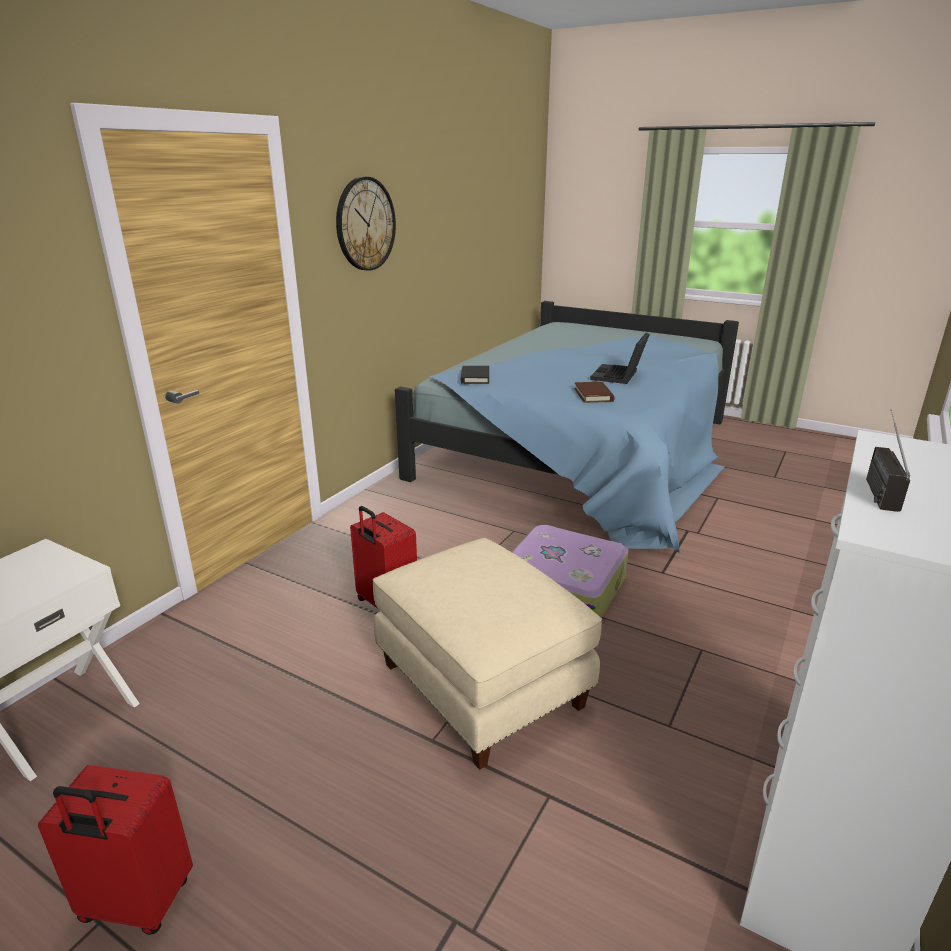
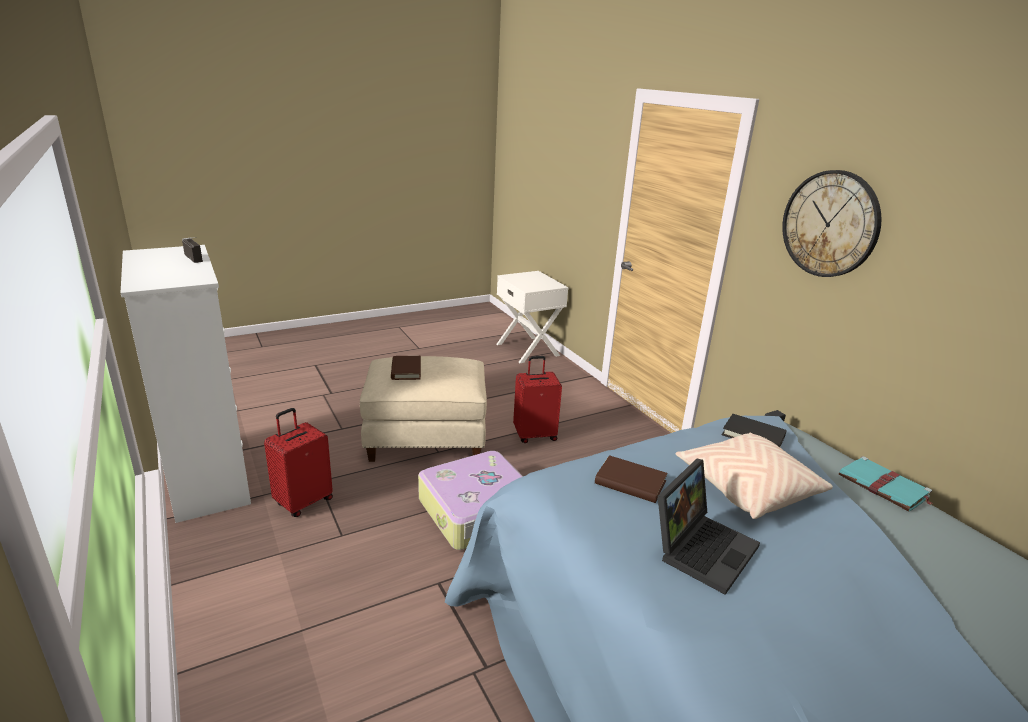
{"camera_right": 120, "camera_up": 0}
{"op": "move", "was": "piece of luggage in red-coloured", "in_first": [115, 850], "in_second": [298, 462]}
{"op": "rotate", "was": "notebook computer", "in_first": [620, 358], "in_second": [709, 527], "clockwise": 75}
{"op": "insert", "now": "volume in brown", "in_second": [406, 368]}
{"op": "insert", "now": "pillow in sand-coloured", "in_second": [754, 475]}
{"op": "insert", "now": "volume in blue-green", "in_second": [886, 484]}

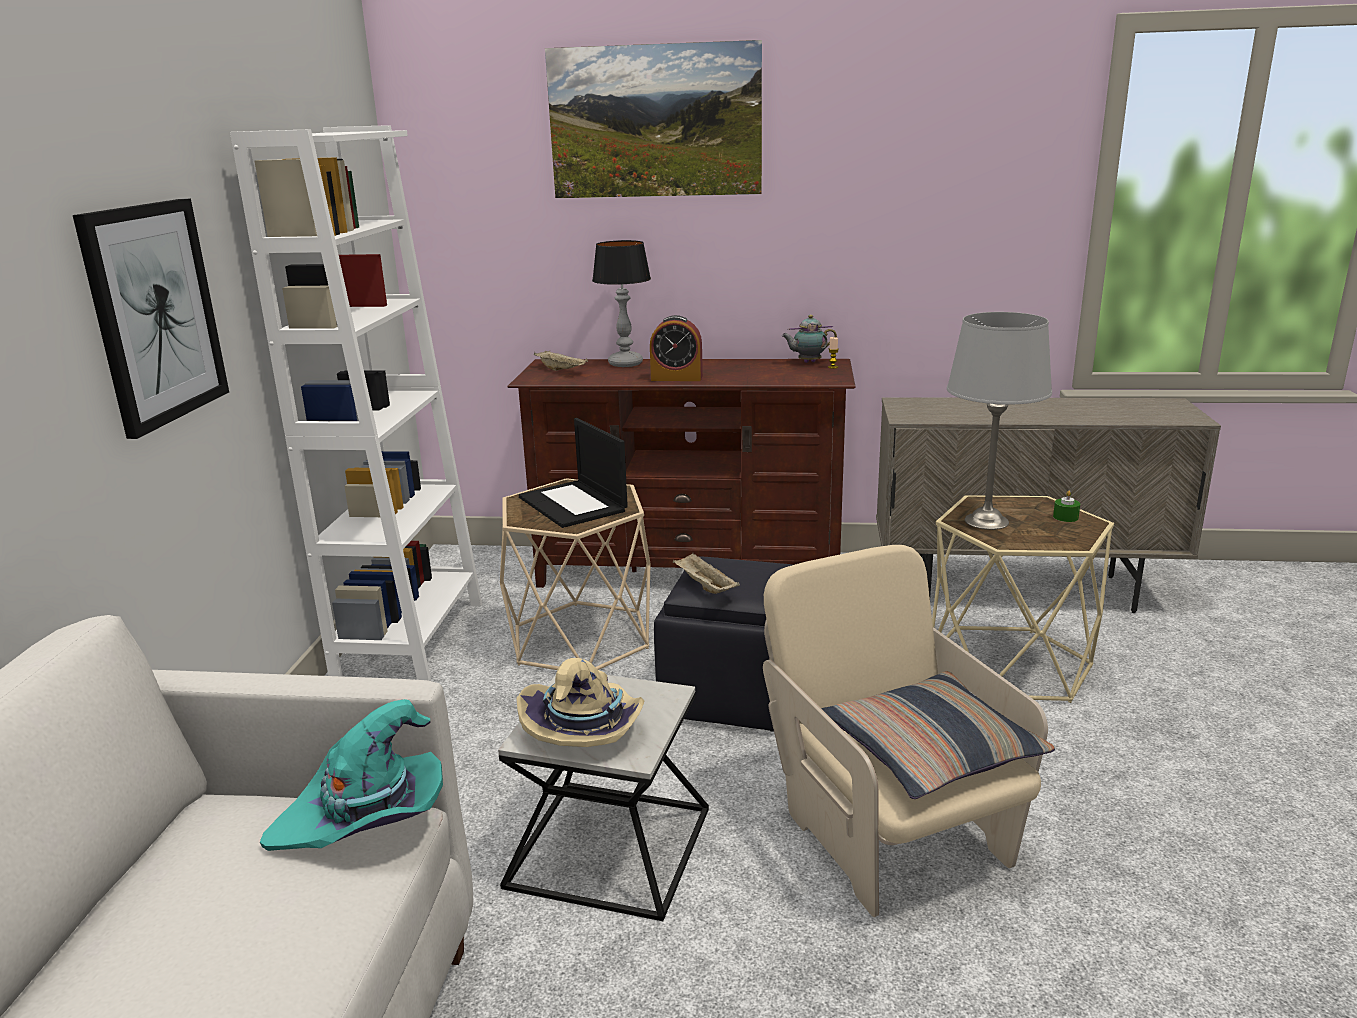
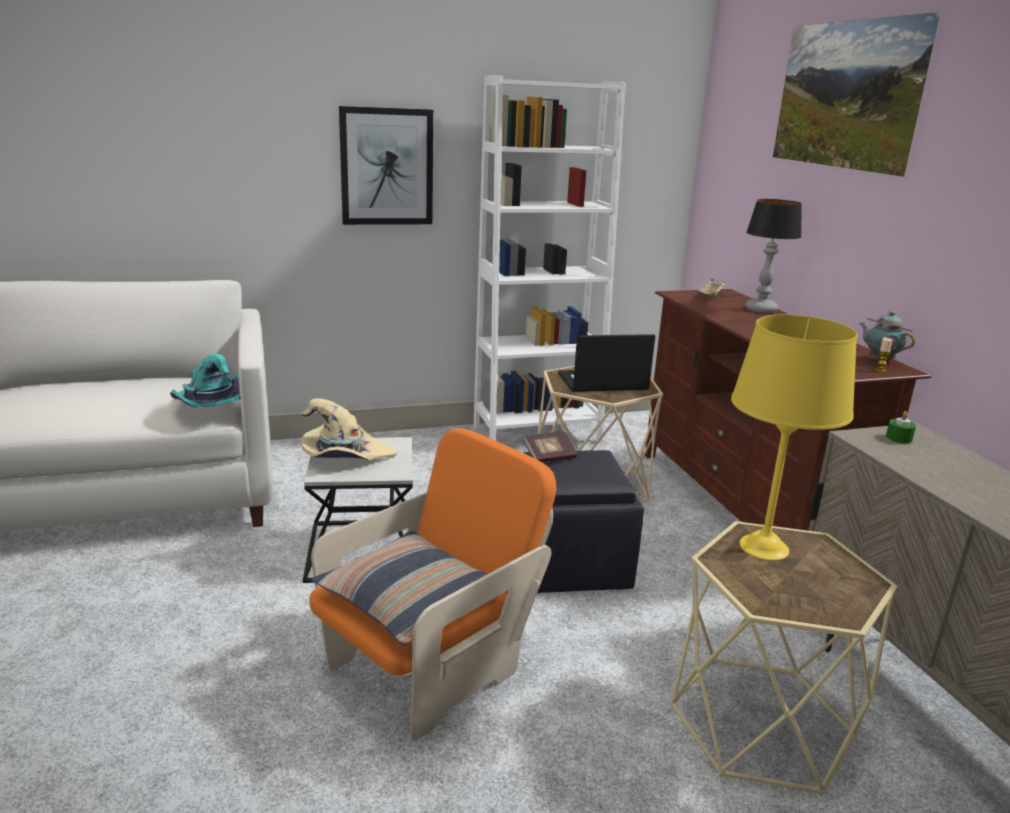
{"camera_right": 65, "camera_up": 0}
{"op": "rotate", "was": "notebook computer", "in_first": [573, 473], "in_second": [606, 363], "clockwise": 45}
{"op": "delete", "was": "alarm clock", "in_first": [676, 348]}
{"op": "replace", "was": "serving tray in sand-coloured", "now": "volume", "in_first": [706, 573], "in_second": [550, 447]}
{"op": "recolor", "was": "easy chair in sand-coloured", "now": "easy chair in orange-coloured", "in_first": [905, 731], "in_second": [433, 584]}
{"op": "recolor", "was": "tabletop lamp in grey", "now": "tabletop lamp in yellow", "in_first": [999, 421], "in_second": [794, 438]}
{"op": "move", "was": "wax candle in green", "in_first": [1066, 506], "in_second": [901, 427]}

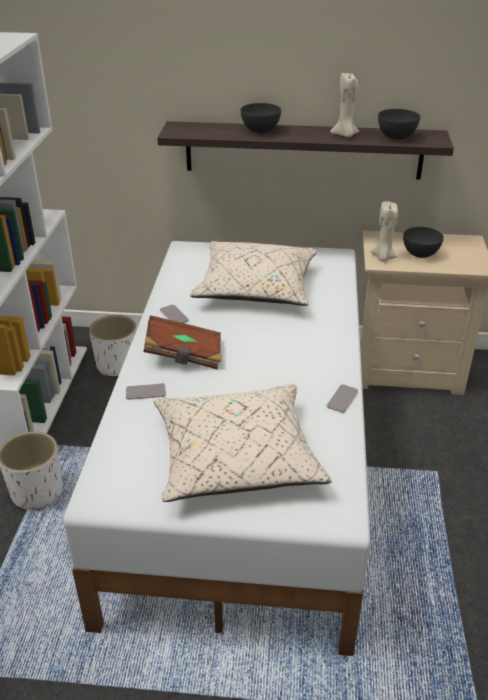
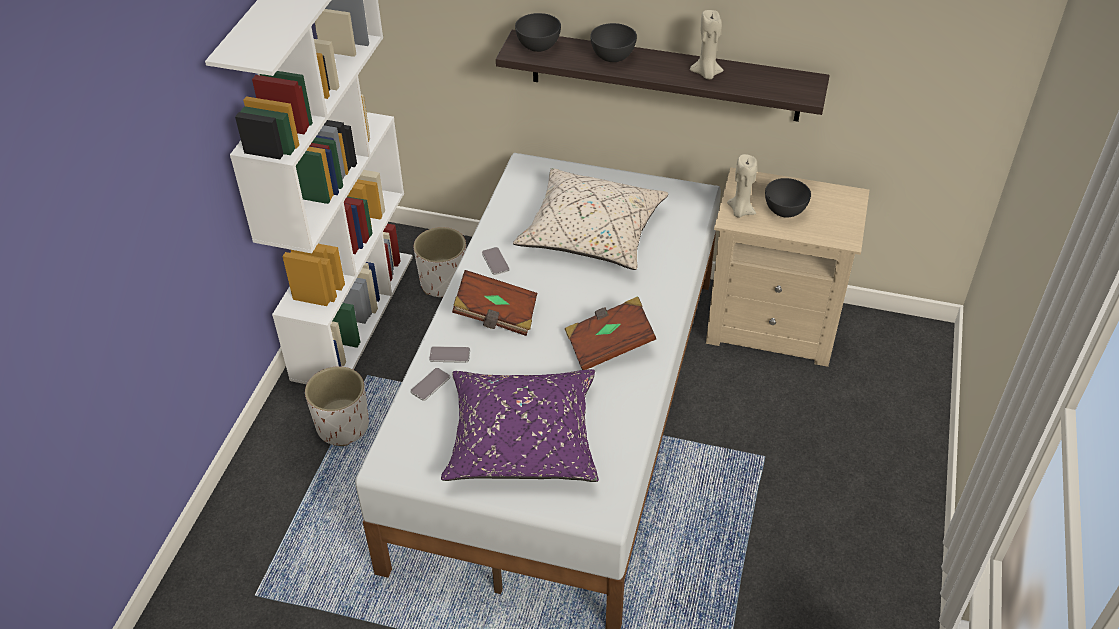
{"camera_right": 10, "camera_up": 10}
{"op": "recolor", "was": "pillow in sand-coloured", "now": "pillow in purplish", "in_first": [243, 443], "in_second": [520, 425]}
{"op": "move", "was": "phone", "in_first": [342, 398], "in_second": [430, 384]}
{"op": "move", "was": "deep dish in grey", "in_first": [399, 124], "in_second": [538, 32]}
{"op": "insert", "now": "volume in brown", "in_second": [610, 333]}

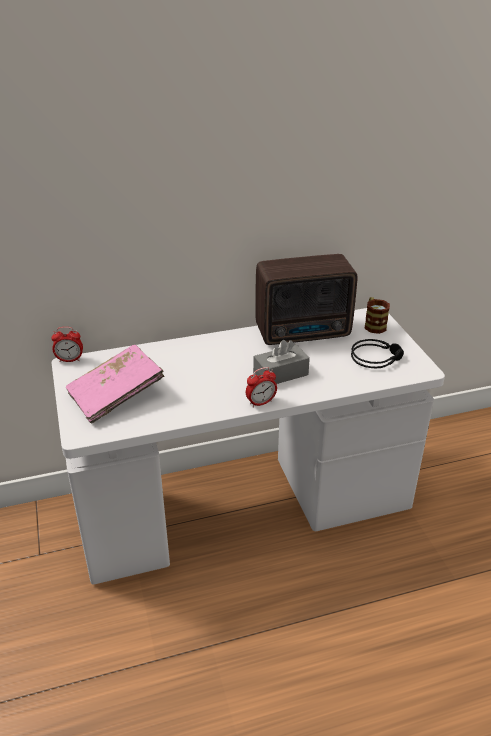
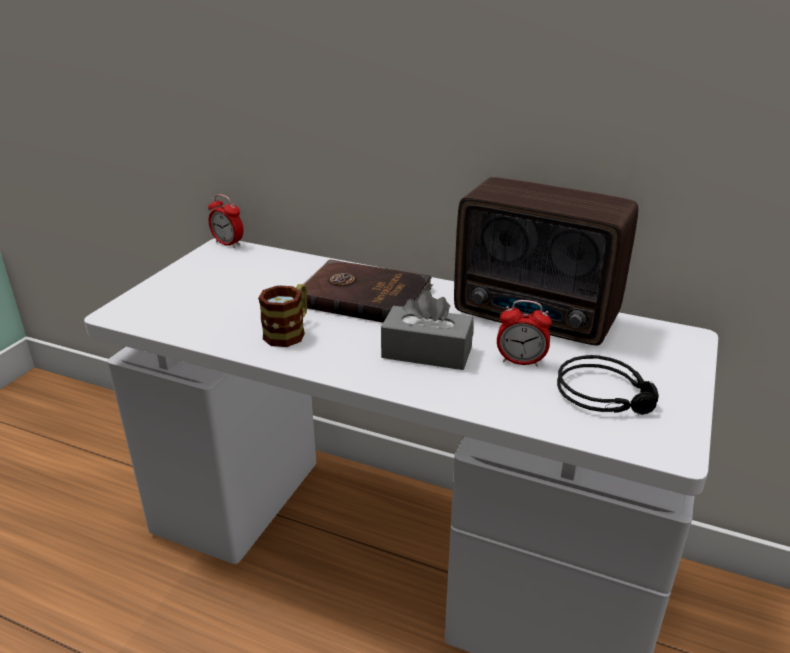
{"camera_right": 40, "camera_up": -5}
{"op": "delete", "was": "volume in pink-coloured", "in_first": [115, 384]}
{"op": "move", "was": "alarm clock", "in_first": [261, 387], "in_second": [524, 333]}
{"op": "move", "was": "tea mug", "in_first": [377, 315], "in_second": [282, 315]}
{"op": "insert", "now": "volume in brown", "in_second": [366, 291]}

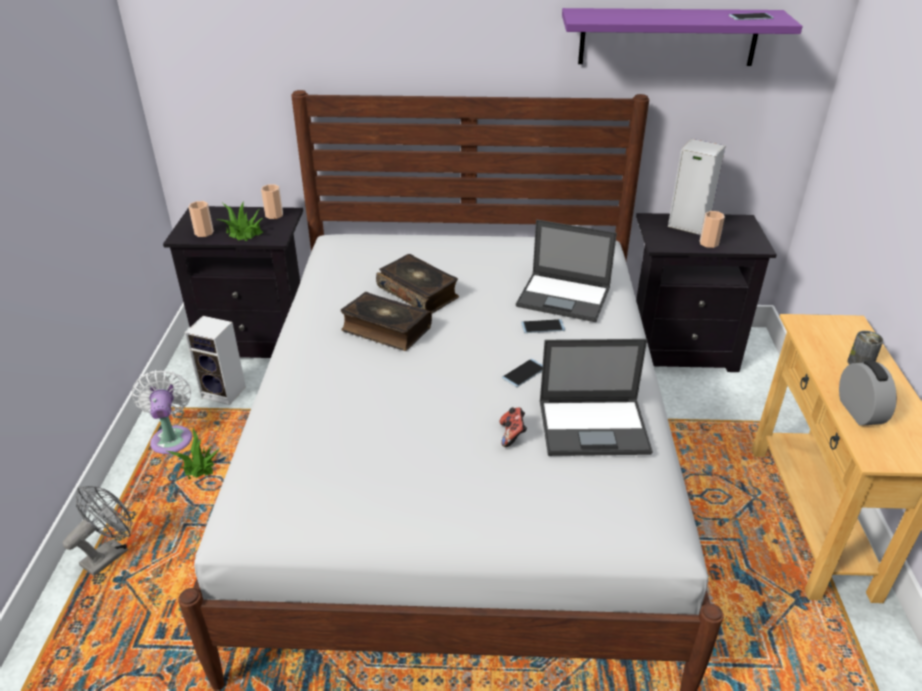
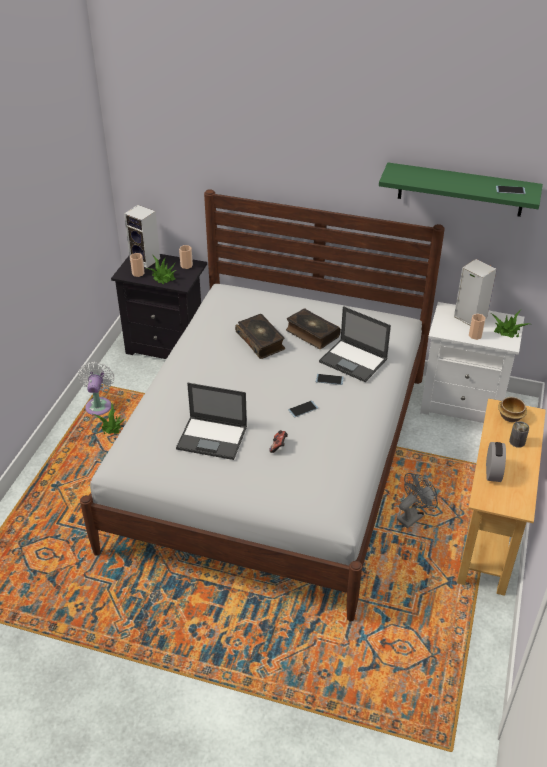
{"camera_right": 15, "camera_up": 5}
{"op": "move", "was": "fan in grey", "in_first": [97, 531], "in_second": [417, 500]}
{"op": "move", "was": "speaker", "in_first": [215, 360], "in_second": [142, 236]}
{"op": "move", "was": "volume", "in_first": [386, 321], "in_second": [313, 328]}
{"op": "move", "was": "notebook computer", "in_first": [596, 397], "in_second": [211, 421]}
{"op": "recolor", "was": "shelf in purplish", "now": "shelf in green", "in_first": [682, 37], "in_second": [461, 190]}
{"op": "recolor", "was": "night table in black-coloured", "now": "night table in white", "in_first": [706, 292], "in_second": [472, 362]}
{"op": "insert", "now": "plant in a pot", "in_second": [510, 324]}
{"op": "insert", "now": "deep dish", "in_second": [512, 409]}

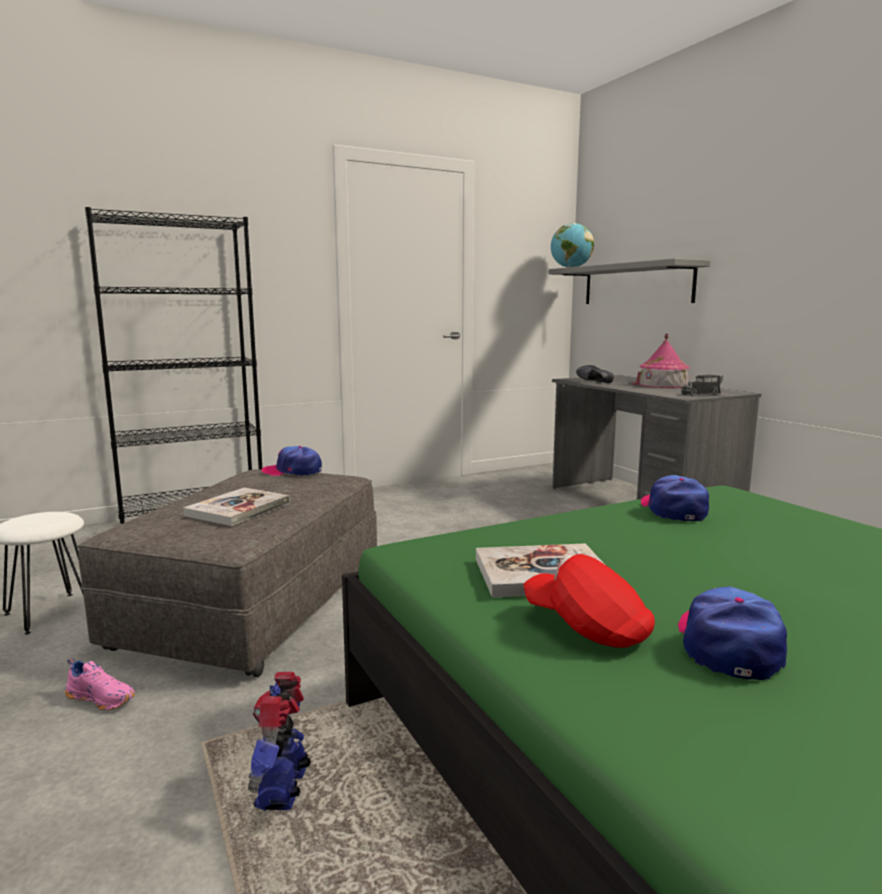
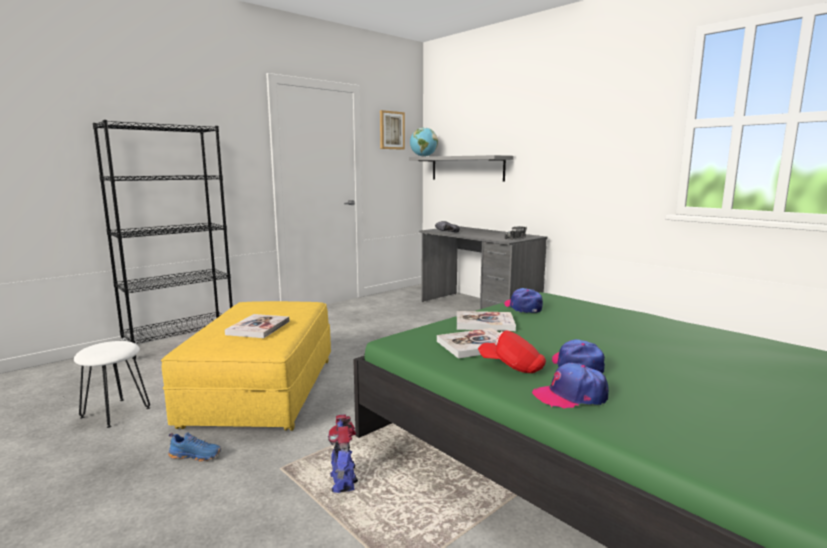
{"camera_right": -15, "camera_up": 0}
{"op": "recolor", "was": "shoe in pink-coloured", "now": "shoe in blue-coloured", "in_first": [100, 684], "in_second": [194, 447]}
{"op": "recolor", "was": "pouffe in grey", "now": "pouffe in yellow", "in_first": [227, 573], "in_second": [246, 366]}
{"op": "move", "was": "baseball cap", "in_first": [292, 461], "in_second": [570, 385]}
{"op": "delete", "was": "model house", "in_first": [661, 361]}
{"op": "insert", "now": "wall art", "in_second": [392, 130]}
{"op": "insert", "now": "volume", "in_second": [486, 321]}

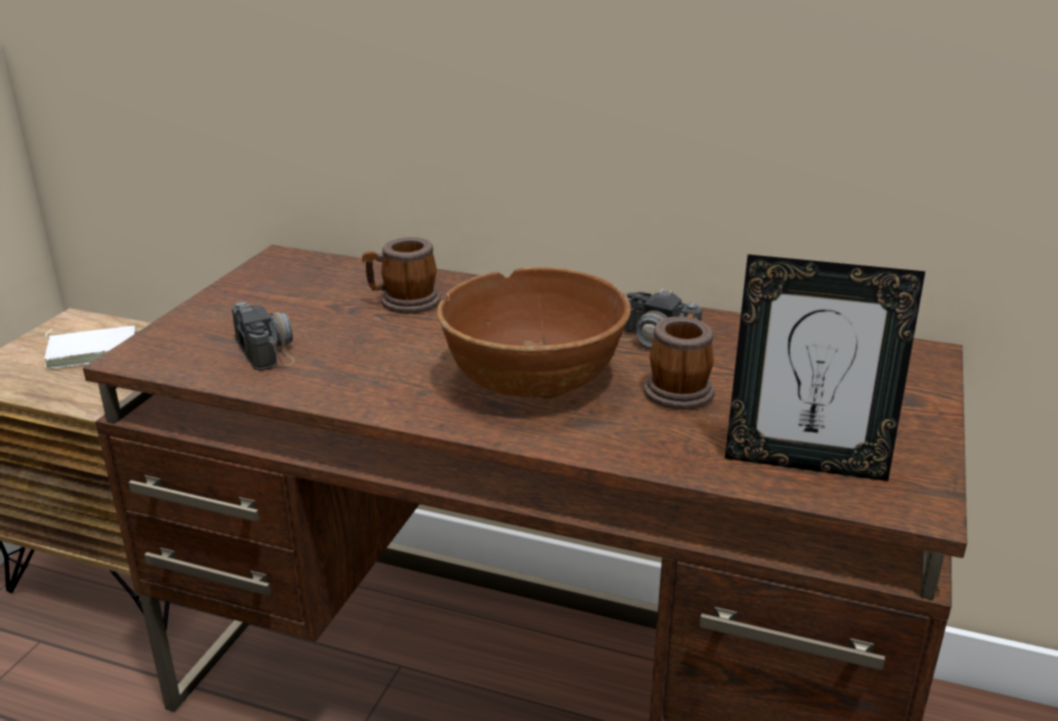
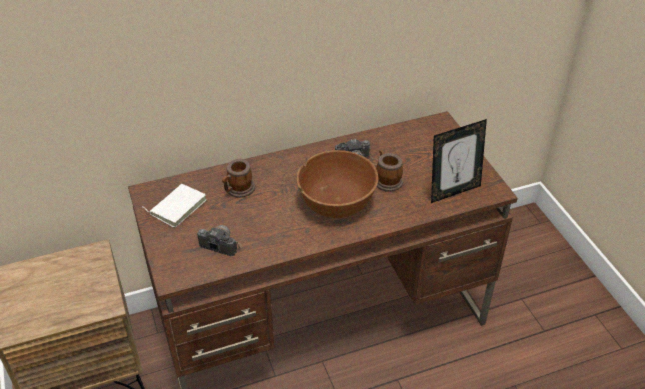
{"camera_right": -40, "camera_up": 15}
{"op": "move", "was": "volume in white", "in_first": [90, 347], "in_second": [175, 206]}

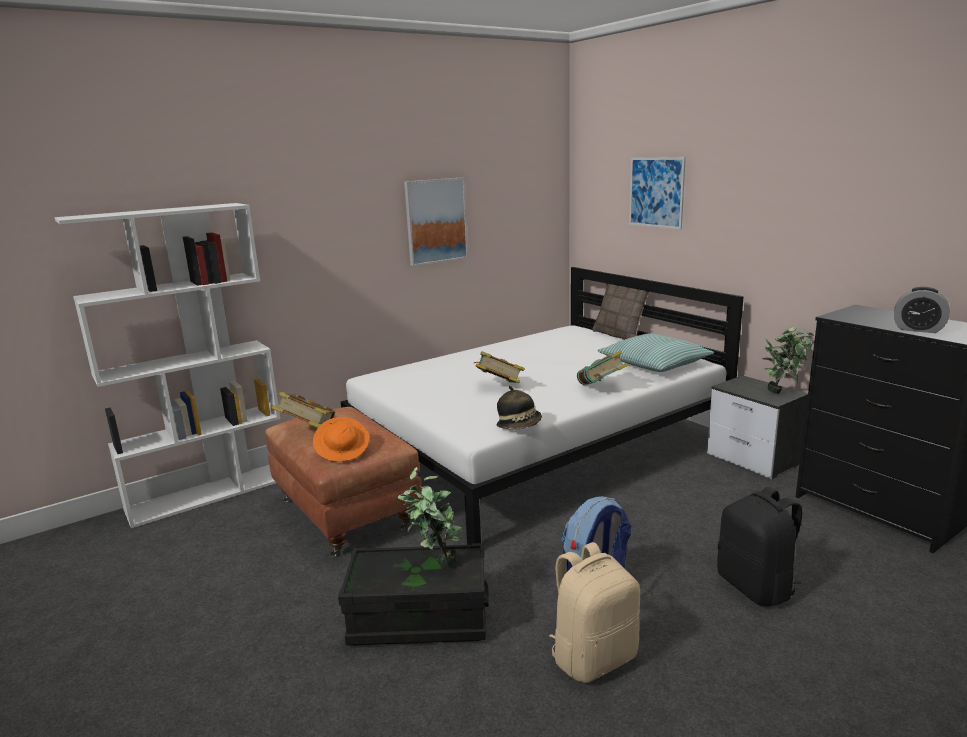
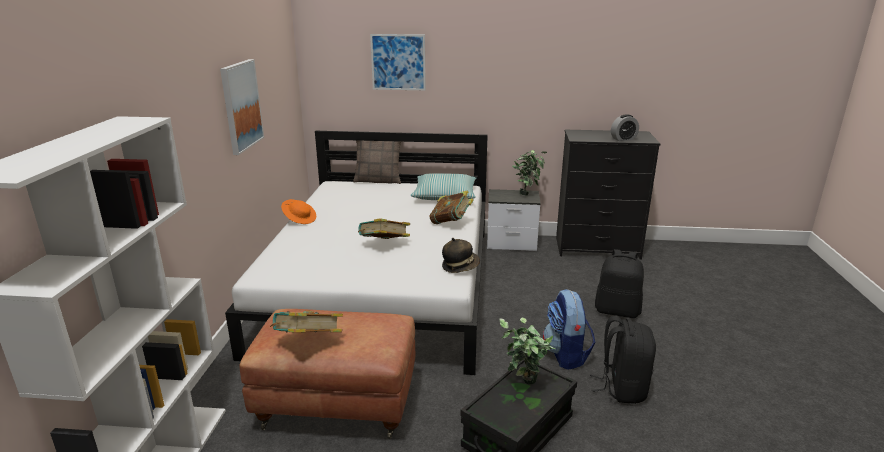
{"camera_right": -50, "camera_up": 5}
{"op": "move", "was": "clothing hat in orange-coloured", "in_first": [341, 439], "in_second": [298, 211]}
{"op": "recolor", "was": "rucksack in sand-coloured", "now": "rucksack in black-coloured", "in_first": [594, 612], "in_second": [623, 360]}

